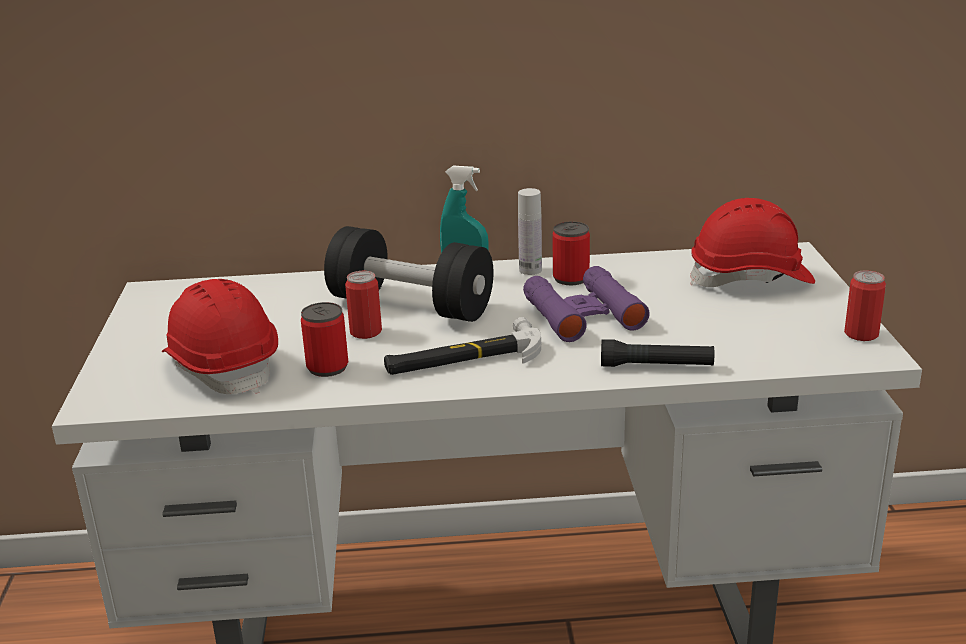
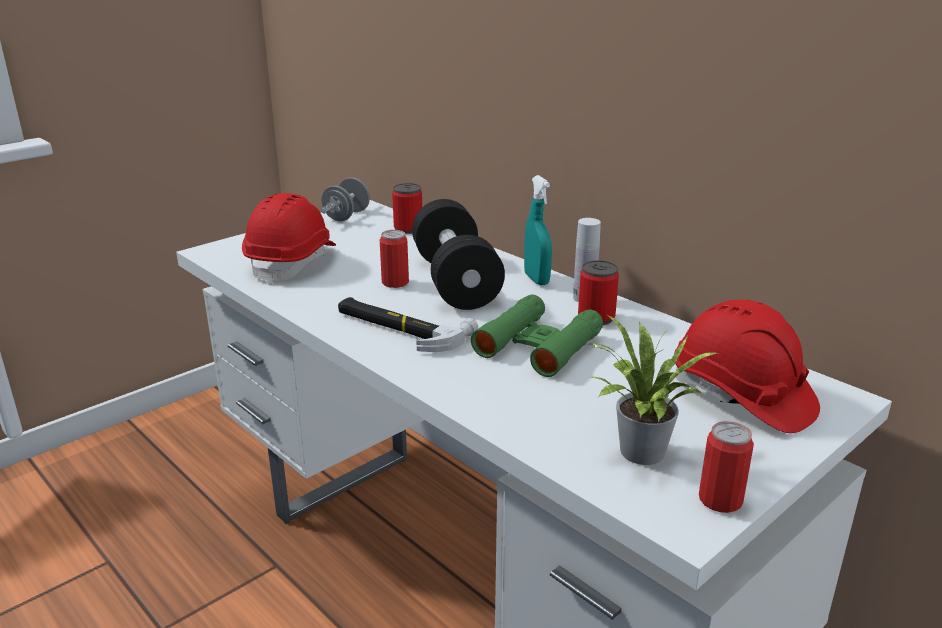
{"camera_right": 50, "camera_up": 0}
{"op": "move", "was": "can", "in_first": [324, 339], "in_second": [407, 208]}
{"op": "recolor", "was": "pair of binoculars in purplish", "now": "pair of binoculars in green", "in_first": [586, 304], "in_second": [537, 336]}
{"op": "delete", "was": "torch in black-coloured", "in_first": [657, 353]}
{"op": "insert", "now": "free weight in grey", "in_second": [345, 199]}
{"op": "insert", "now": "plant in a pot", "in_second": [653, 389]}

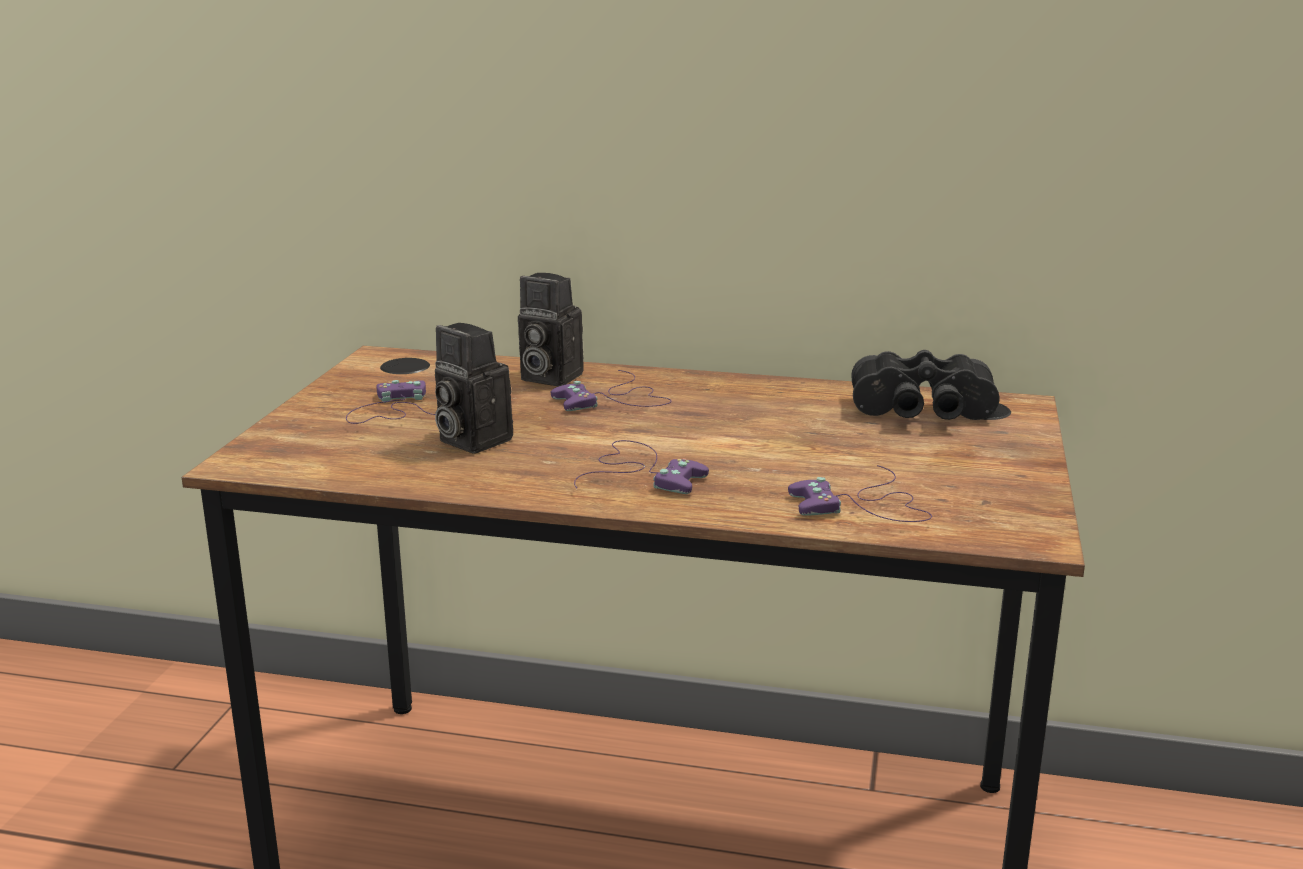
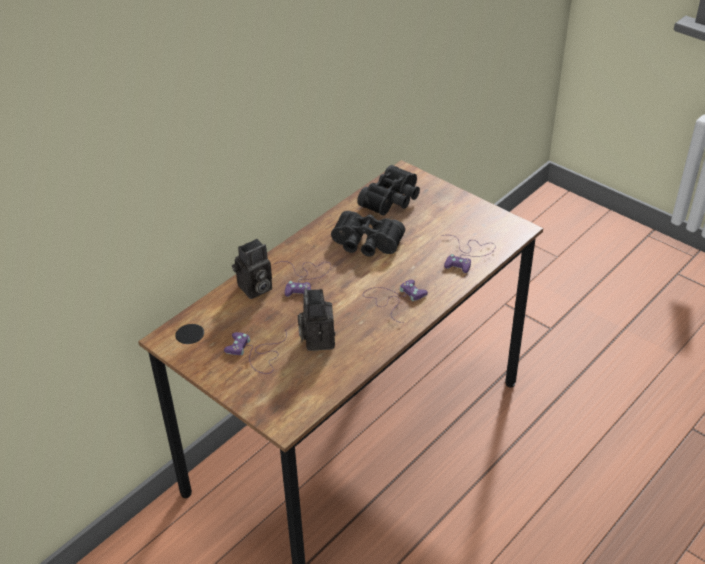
{"camera_right": -60, "camera_up": 20}
{"op": "rotate", "was": "photo camera", "in_first": [474, 388], "in_second": [316, 319], "clockwise": 105}
{"op": "insert", "now": "pair of binoculars in black-coloured", "in_second": [368, 233]}

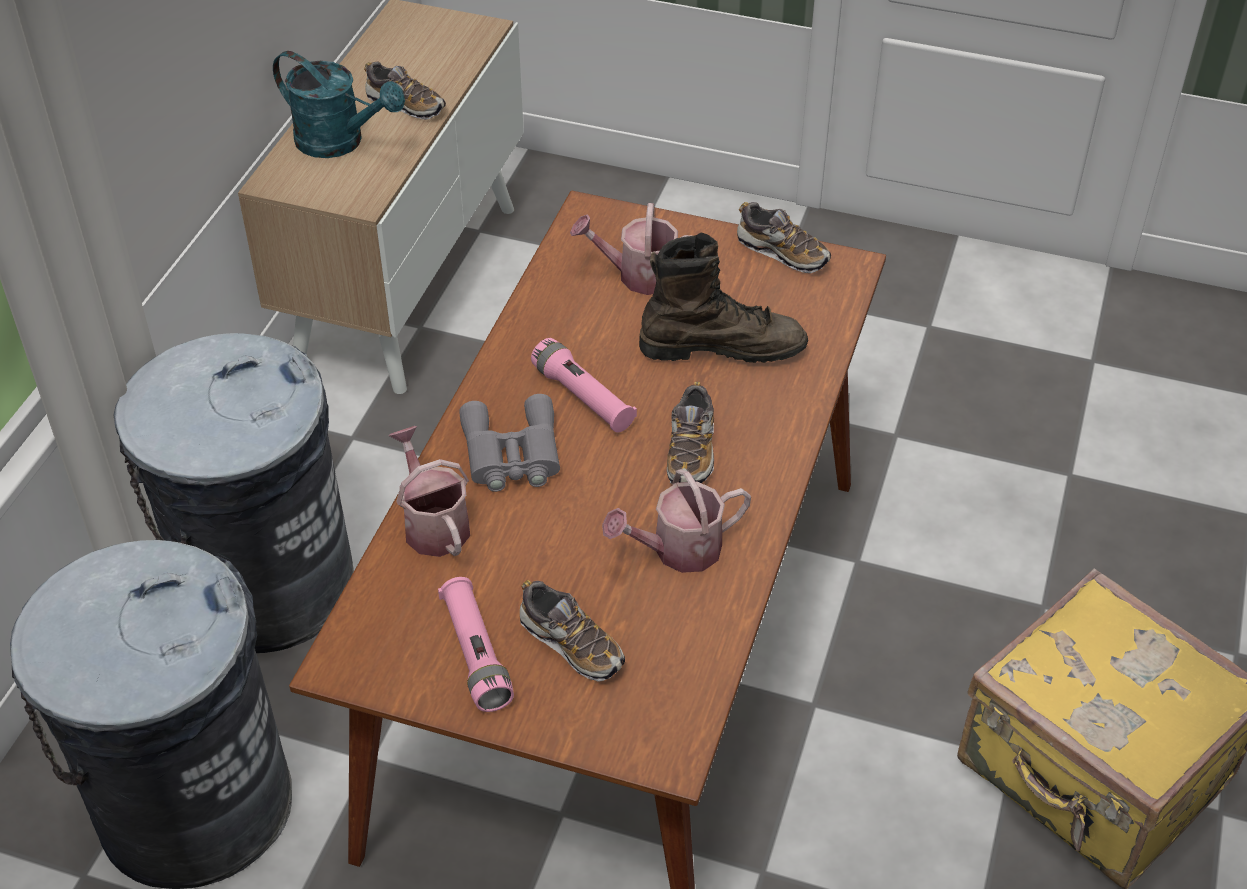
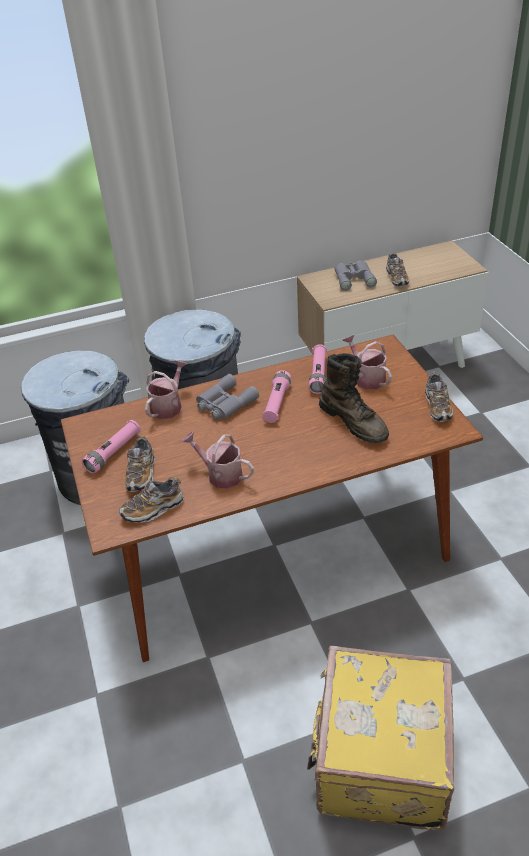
{"camera_right": 55, "camera_up": -5}
{"op": "replace", "was": "watering can in blue-green", "now": "pair of binoculars in grey", "in_first": [339, 104], "in_second": [355, 276]}
{"op": "move", "was": "shoe", "in_first": [690, 433], "in_second": [151, 500]}
{"op": "insert", "now": "torch in pink-coloured", "in_second": [318, 369]}

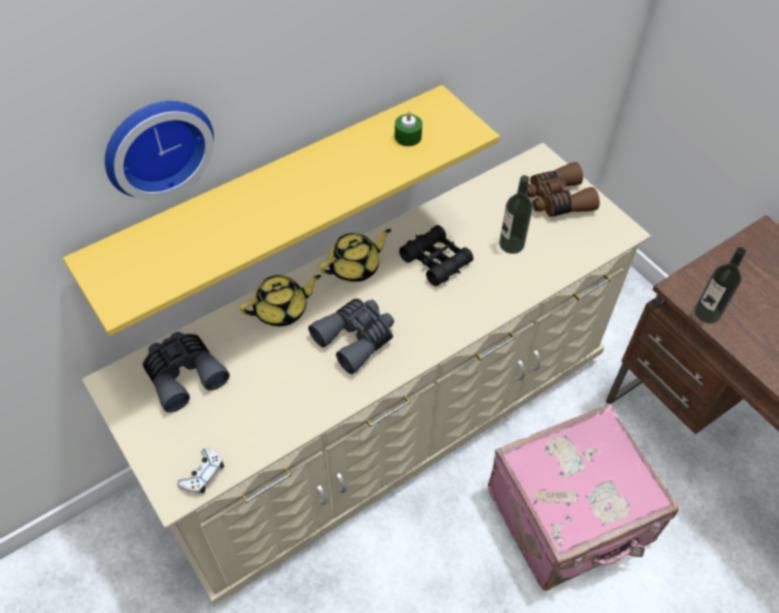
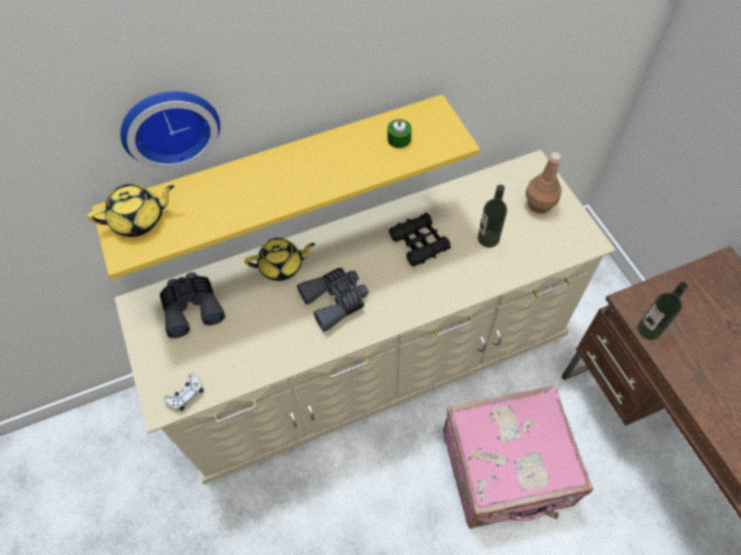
{"camera_right": 15, "camera_up": 5}
{"op": "move", "was": "pot for tea in yellow", "in_first": [355, 255], "in_second": [131, 210]}
{"op": "replace", "was": "pair of binoculars in brown", "now": "bottle in brown", "in_first": [563, 189], "in_second": [544, 183]}

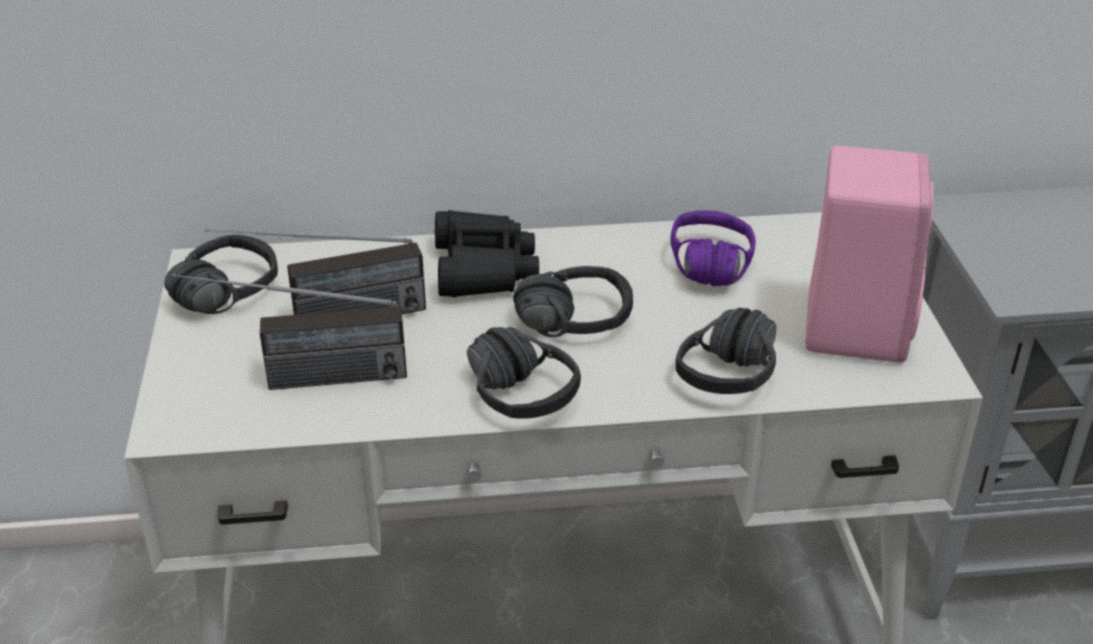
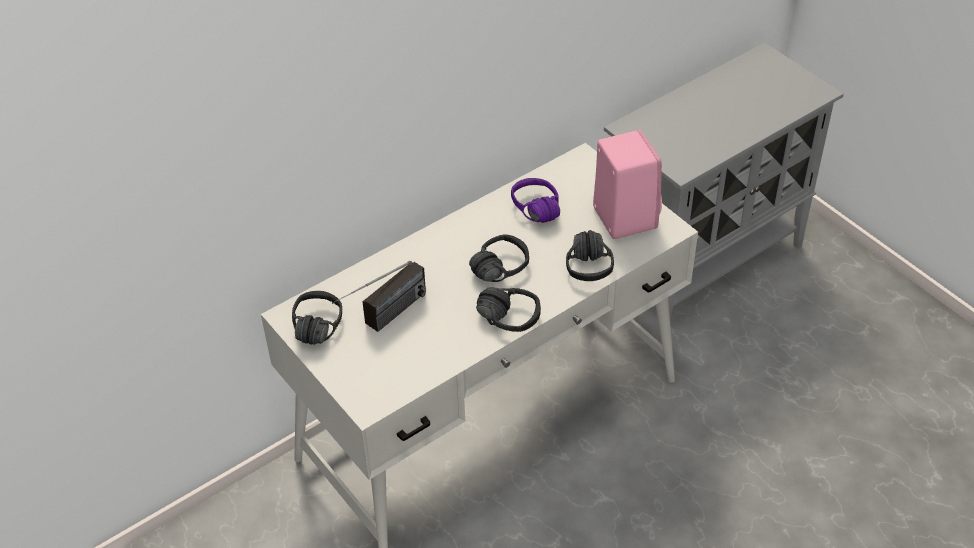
{"camera_right": -30, "camera_up": 10}
{"op": "delete", "was": "radio set", "in_first": [290, 332]}
{"op": "delete", "was": "pair of binoculars in black-coloured", "in_first": [487, 253]}

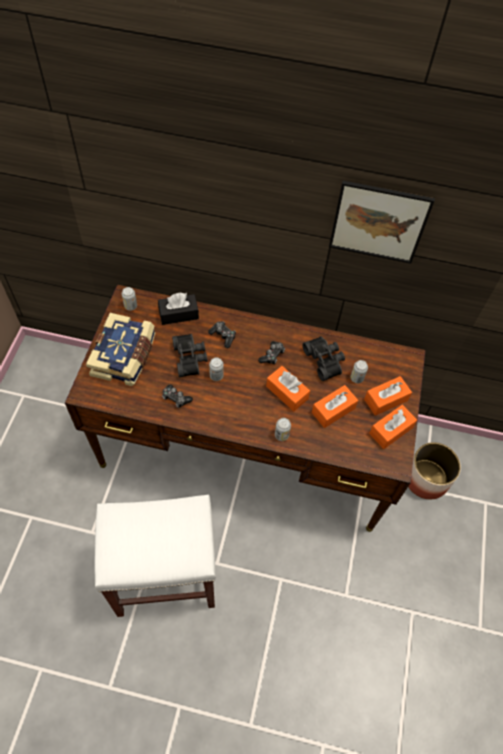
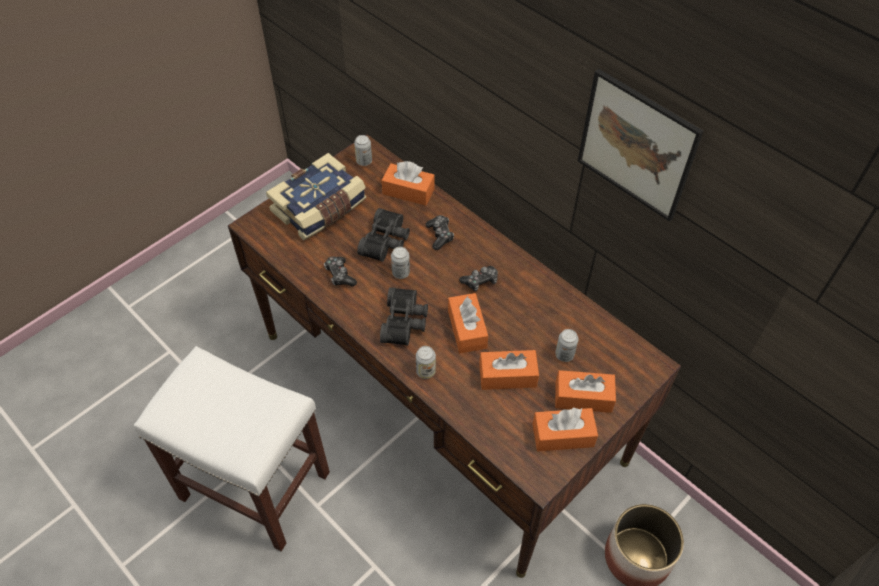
{"camera_right": 35, "camera_up": -5}
{"op": "recolor", "was": "tissue box in black-coloured", "now": "tissue box in orange-coloured", "in_first": [178, 309], "in_second": [408, 183]}
{"op": "move", "was": "pair of binoculars in black-coloured", "in_first": [323, 358], "in_second": [404, 316]}

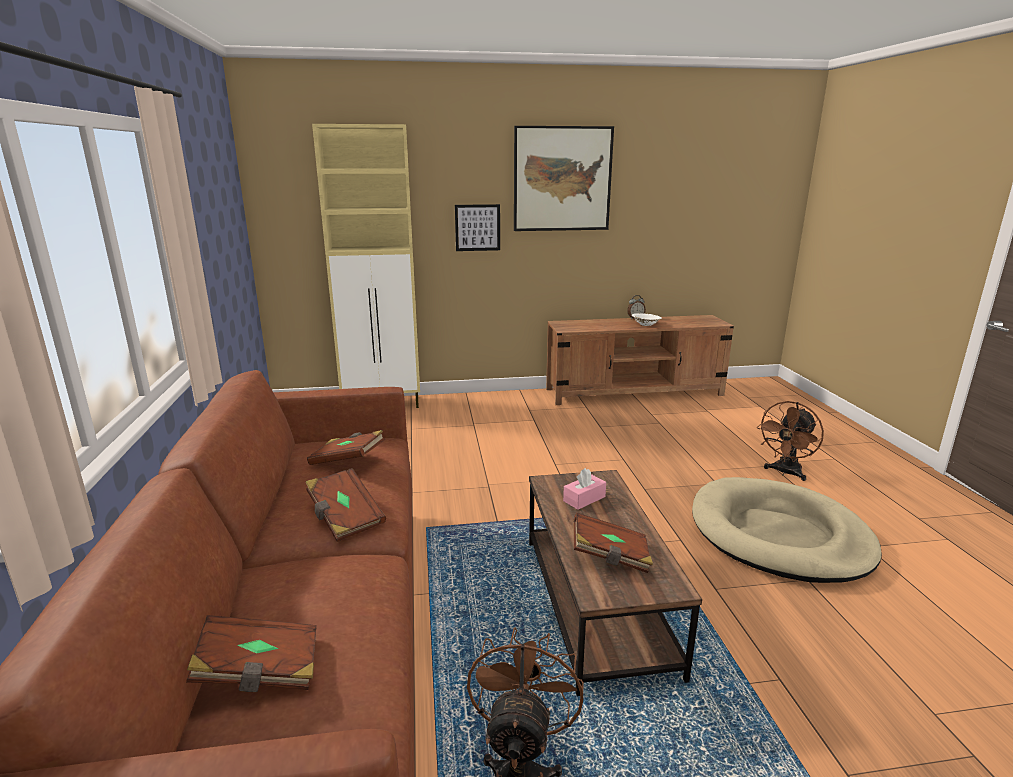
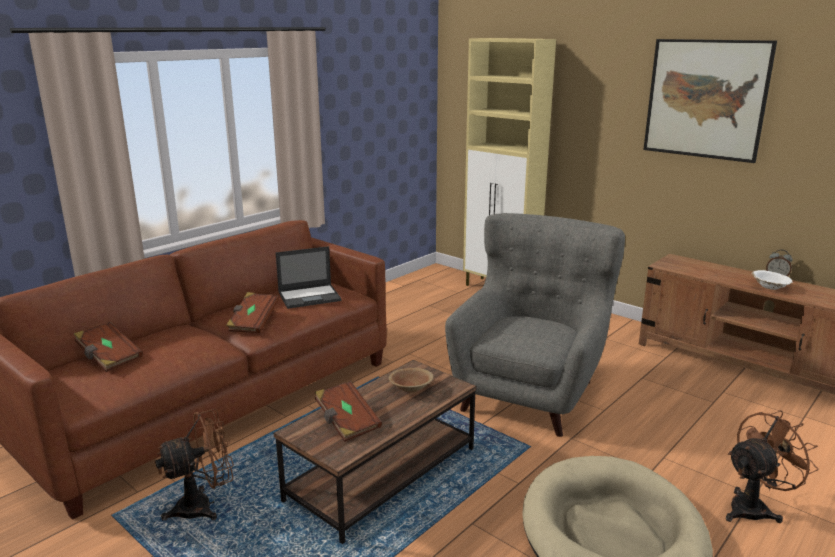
{"camera_right": 50, "camera_up": 0}
{"op": "replace", "was": "volume in brown", "now": "notebook computer", "in_first": [346, 447], "in_second": [308, 277]}
{"op": "delete", "was": "wall art", "in_first": [477, 227]}
{"op": "replace", "was": "tissue box in pink-coloured", "now": "deep dish in brown", "in_first": [584, 489], "in_second": [411, 380]}
{"op": "rotate", "was": "fan in brown", "in_first": [790, 441], "in_second": [772, 466], "clockwise": 150}
{"op": "insert", "now": "easy chair in grey", "in_second": [535, 325]}

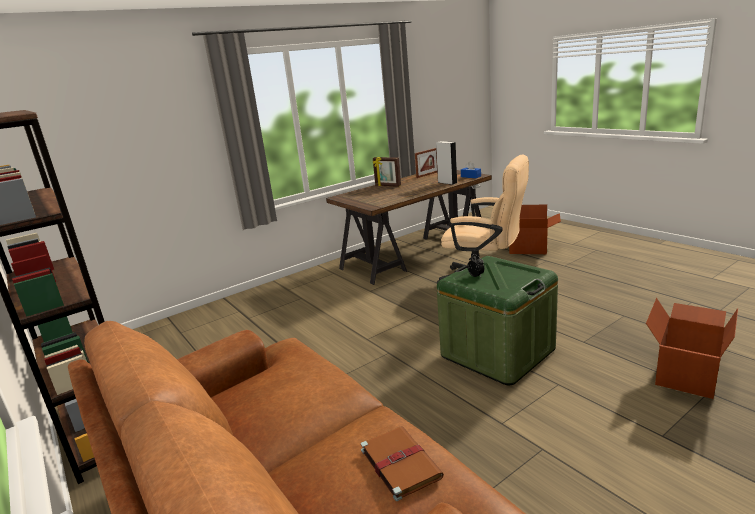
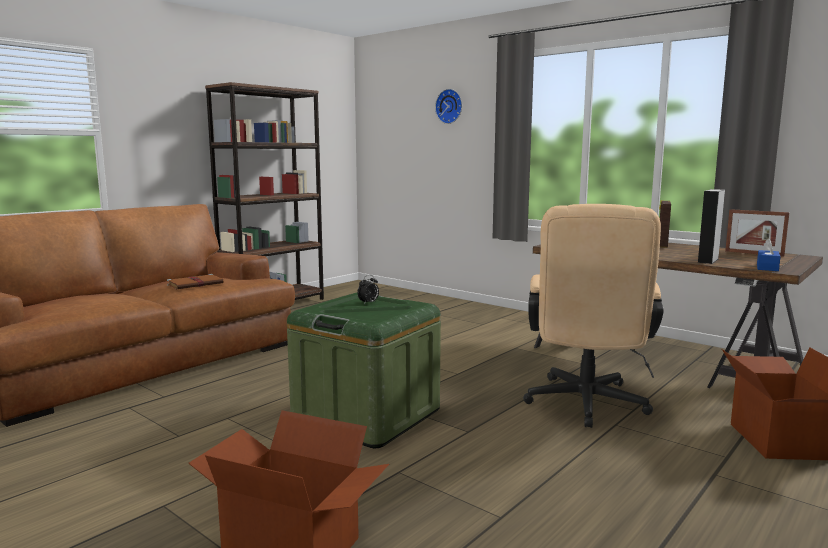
{"camera_right": 75, "camera_up": -10}
{"op": "move", "was": "volume in brown", "in_first": [402, 463], "in_second": [195, 281]}
{"op": "insert", "now": "hanging clock", "in_second": [448, 106]}

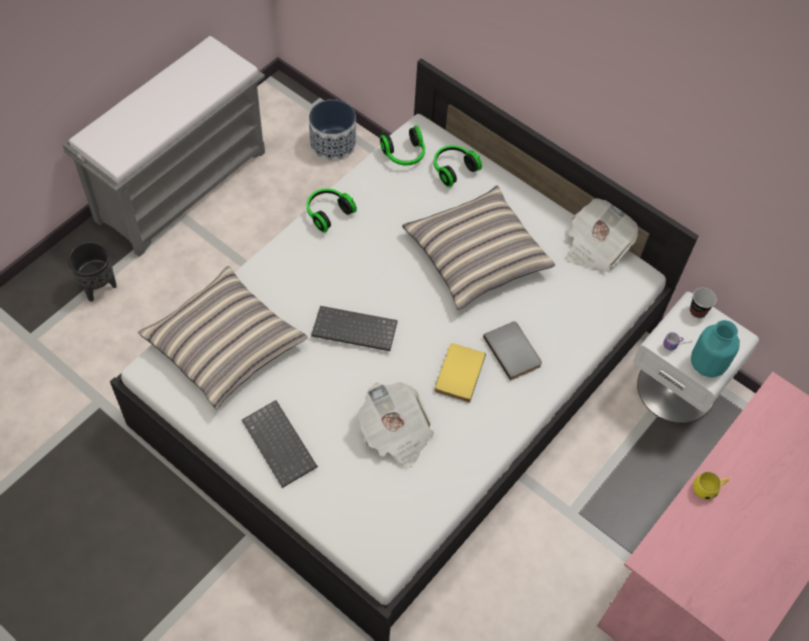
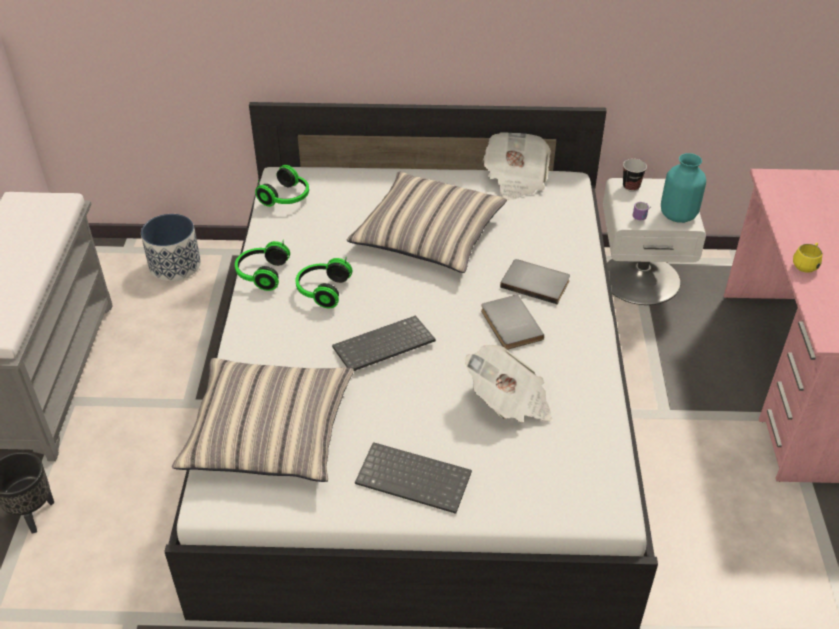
{"camera_right": -35, "camera_up": -15}
{"op": "move", "was": "pair of headphones", "in_first": [458, 166], "in_second": [324, 283]}
{"op": "recolor", "was": "volume in yellow", "now": "volume in grey", "in_first": [460, 373], "in_second": [512, 322]}

